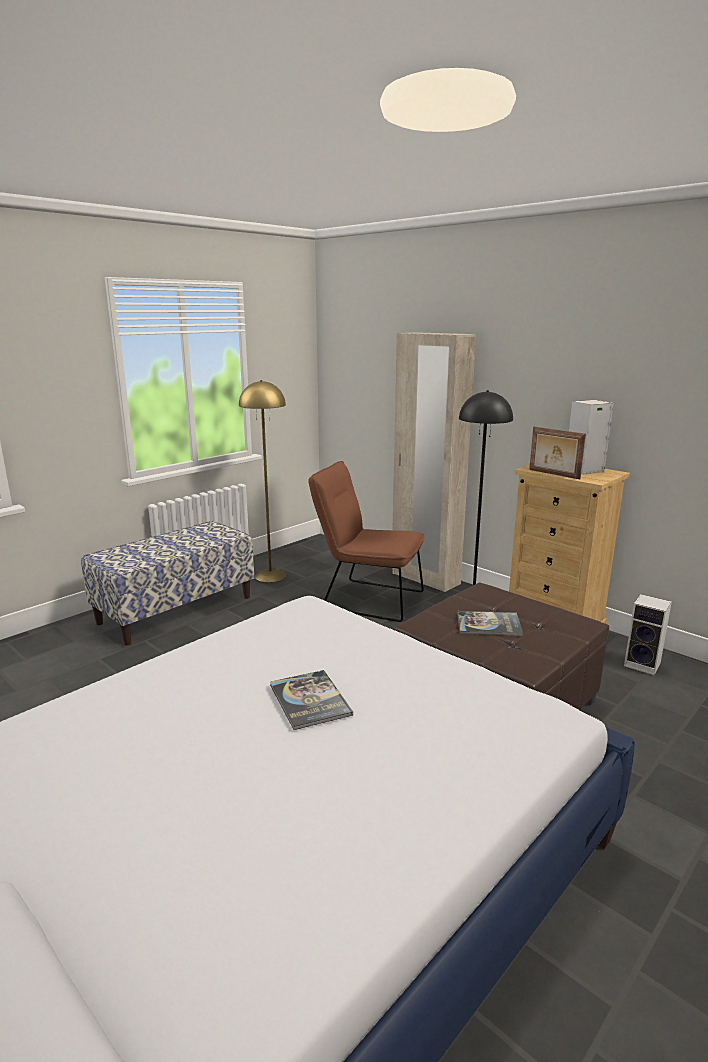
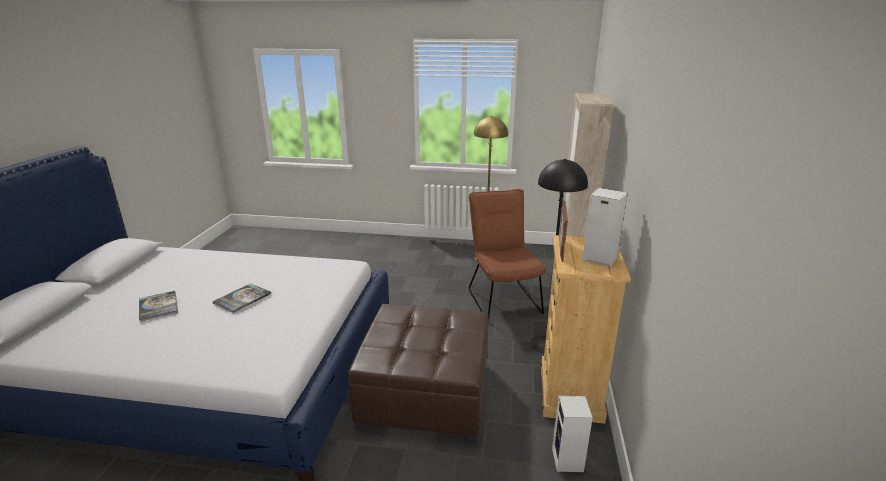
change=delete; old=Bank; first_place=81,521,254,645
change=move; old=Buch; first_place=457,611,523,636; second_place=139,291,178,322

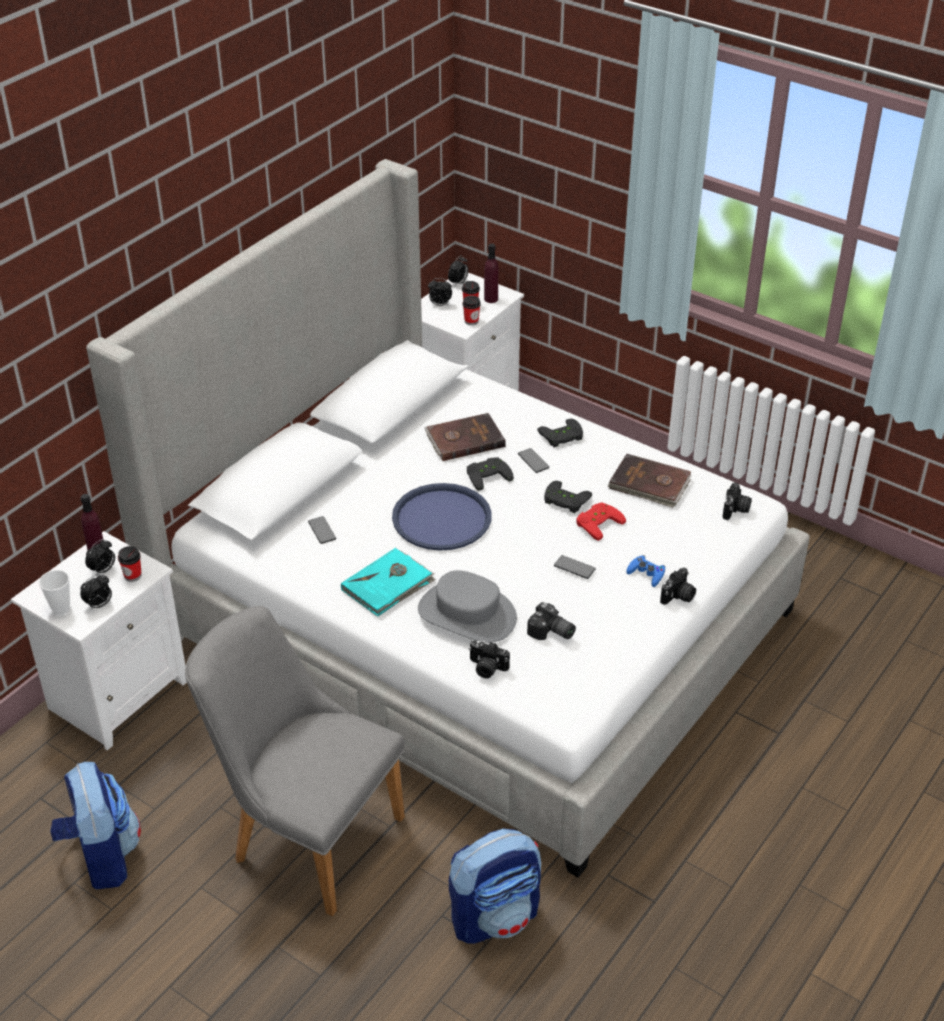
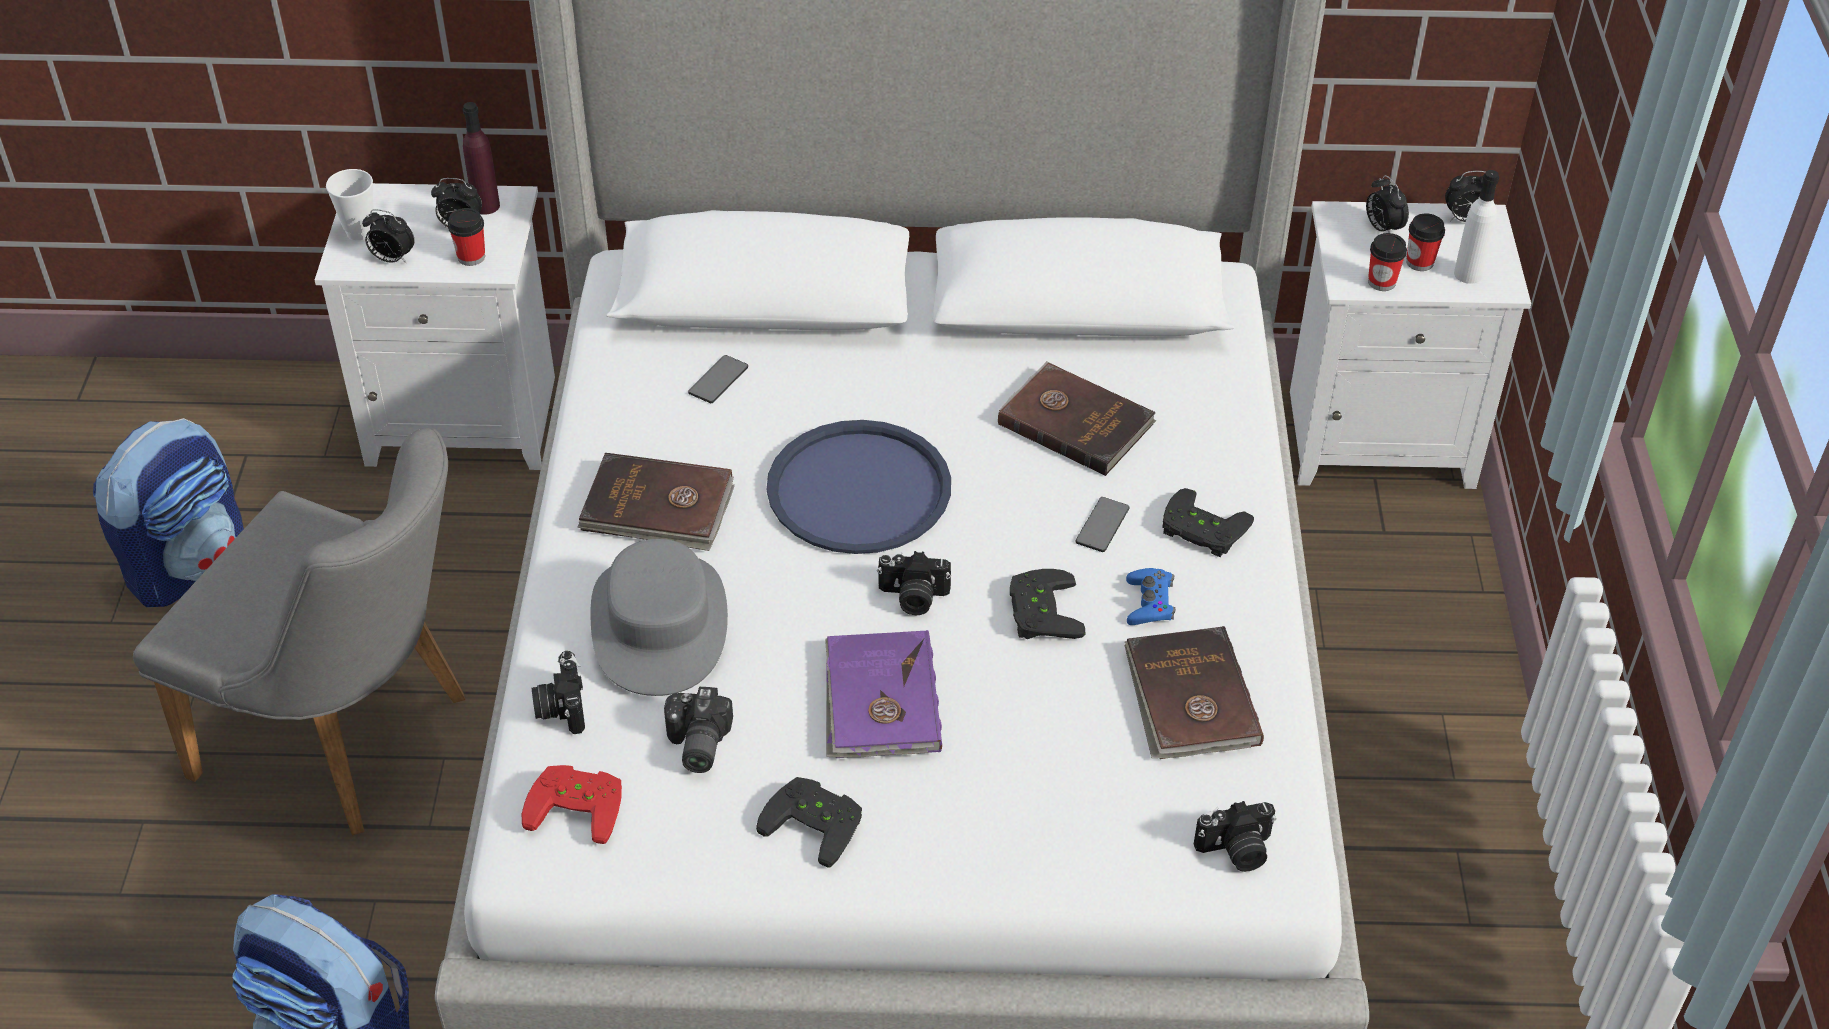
change=move; old=Gamepad/schwarz; first_place=467,457,514,491; second_place=756,777,862,868
change=move; old=Gamepad/rot; first_place=576,502,626,541; second_place=522,765,622,844
change=move; old=Gamepad/blau; first_place=627,555,665,587; second_place=1126,568,1175,625
change=move; old=Kamera; first_place=660,568,696,605; second_place=877,551,951,615
change=replace; old=Handy; new=Buch/lila; first_place=554,555,596,579; second_place=825,630,942,758
change=recolor; old=Buch/türkis; new=Buch/braun; first_place=341,548,436,617; second_place=578,453,735,551
change=recolor; old=Flasche/lila; new=Flasche/weiß; first_place=484,243,498,303; second_place=1454,170,1499,284
change=rotate; old=Stuhl/grau; first_place=185,606,405,916; second_place=133,428,465,835; degrees=120

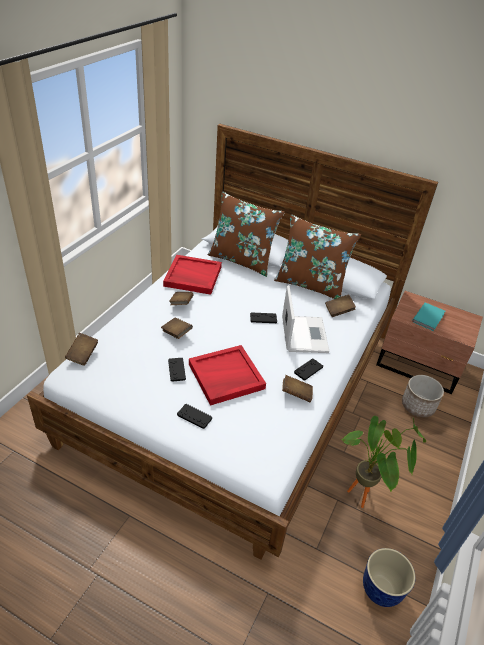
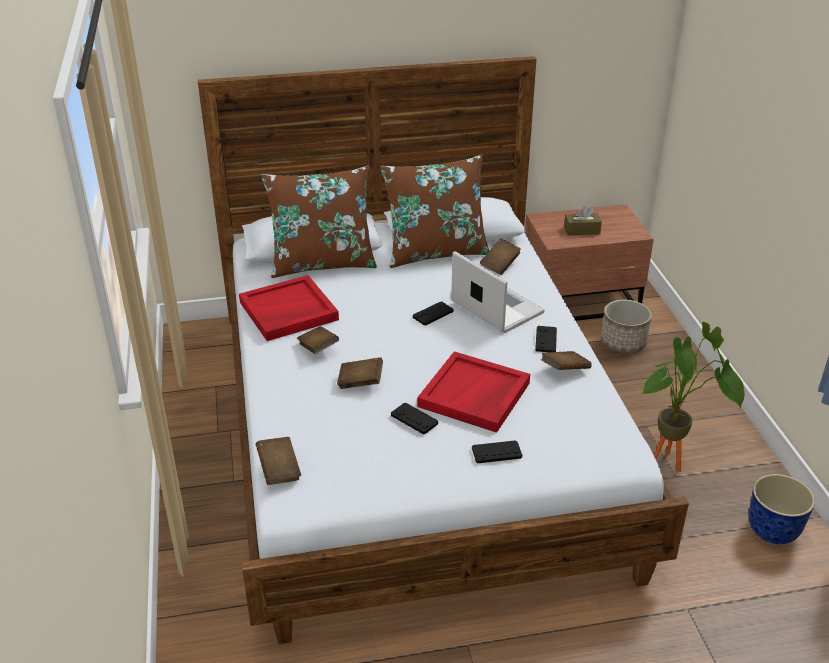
change=replace; old=Buch/türkis; new=Taschentuchbox/braun; first_place=412,303,445,331; second_place=564,206,602,235

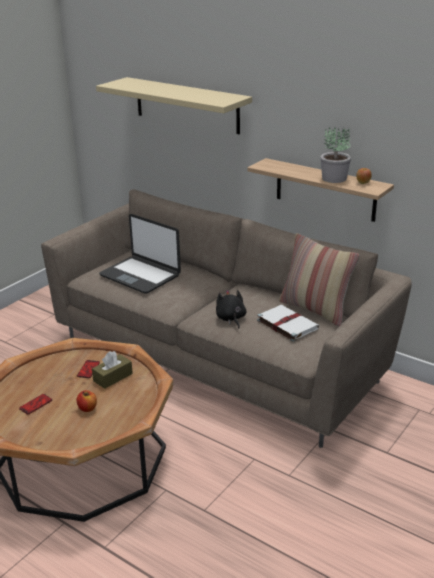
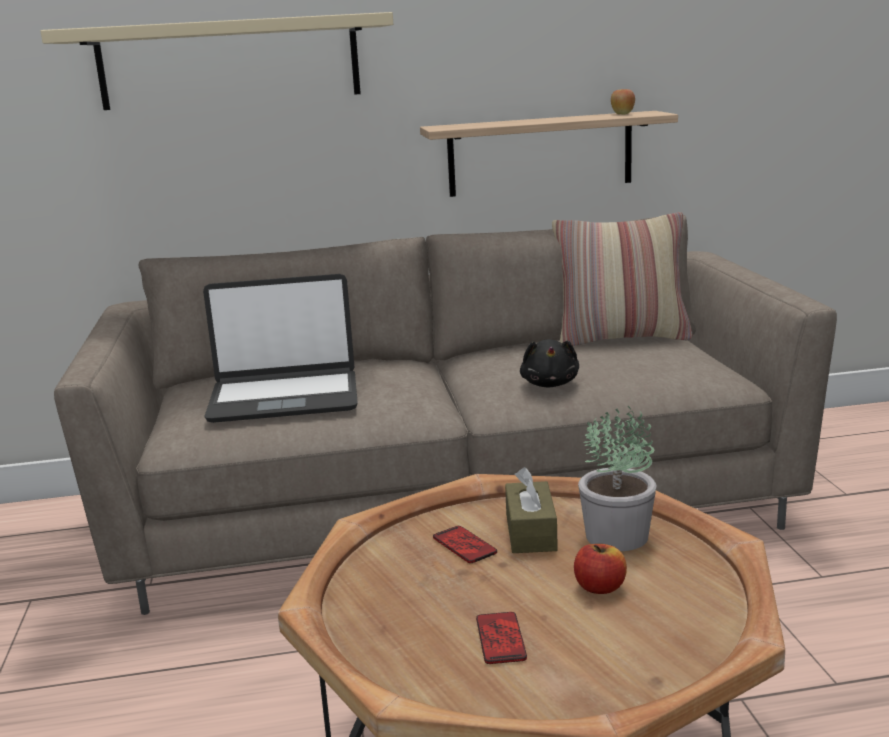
change=delete; old=Buch/weiß; first_place=257,305,319,342
change=move; old=Topfpflanze; first_place=321,127,351,183; second_place=578,406,657,551
change=rotate; old=Plüschtier/schwarz; first_place=216,290,246,329; second_place=520,339,579,387; degrees=-120

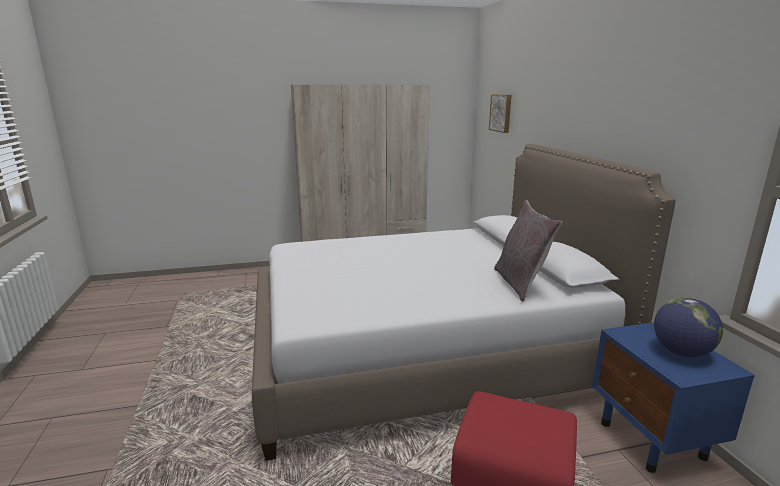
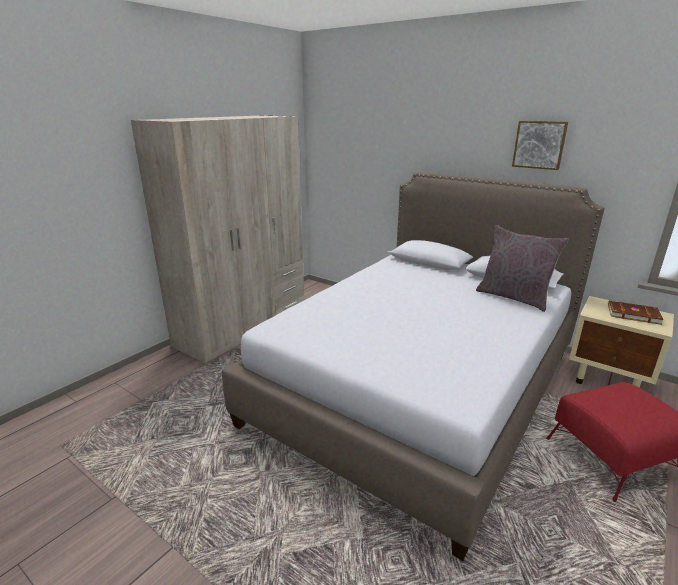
change=move; old=Bild; first_place=489,94,512,133; second_place=512,121,568,170
change=replace; old=Globus; new=Buch/braun; first_place=654,298,723,357; second_place=608,301,664,325
change=recolor; old=Nachttisch/blau; new=Nachttisch/beige; first_place=592,322,755,473; second_place=569,296,674,388

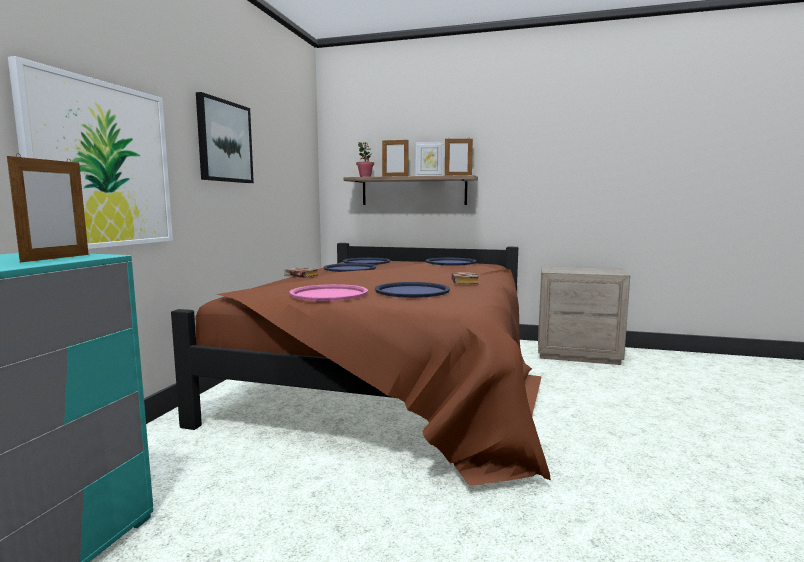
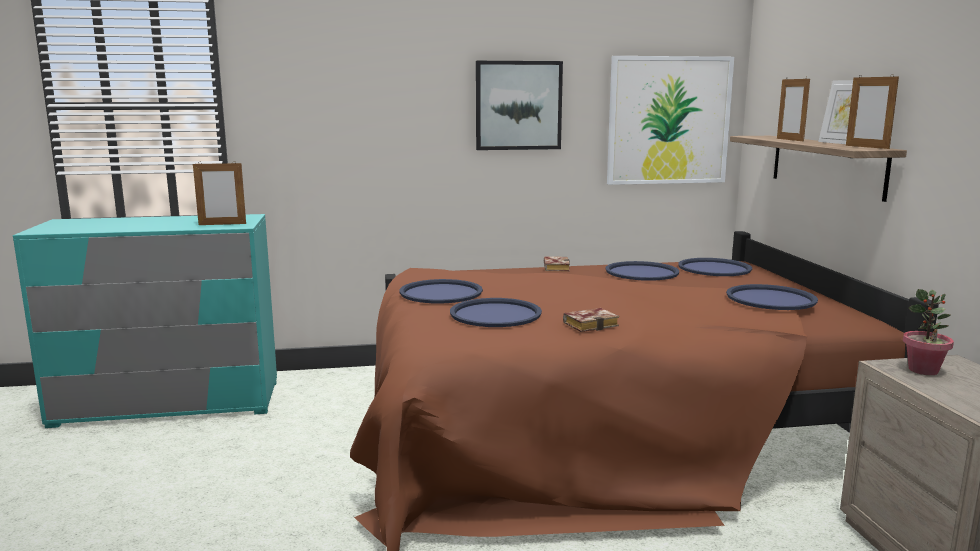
change=move; old=Bild; first_place=8,56,173,249; second_place=607,56,734,185
change=move; old=Topfpflanze; first_place=356,142,374,177; second_place=903,289,954,375
change=recolor; old=Tablett/rosa; new=Tablett/blau; first_place=289,284,368,301; second_place=399,279,483,303

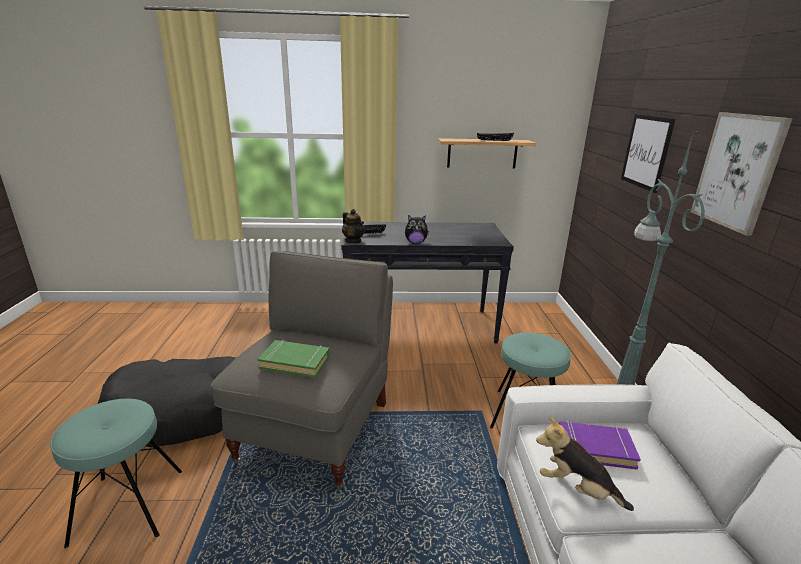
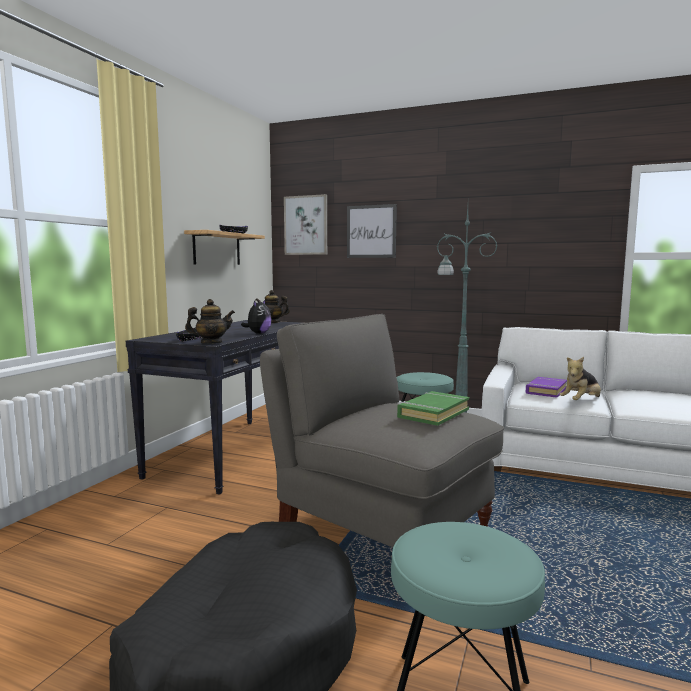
change=insert; new=Teekanne; second_place=256,290,290,323
change=move; old=Bild; first_place=691,112,793,236; second_place=284,194,327,255

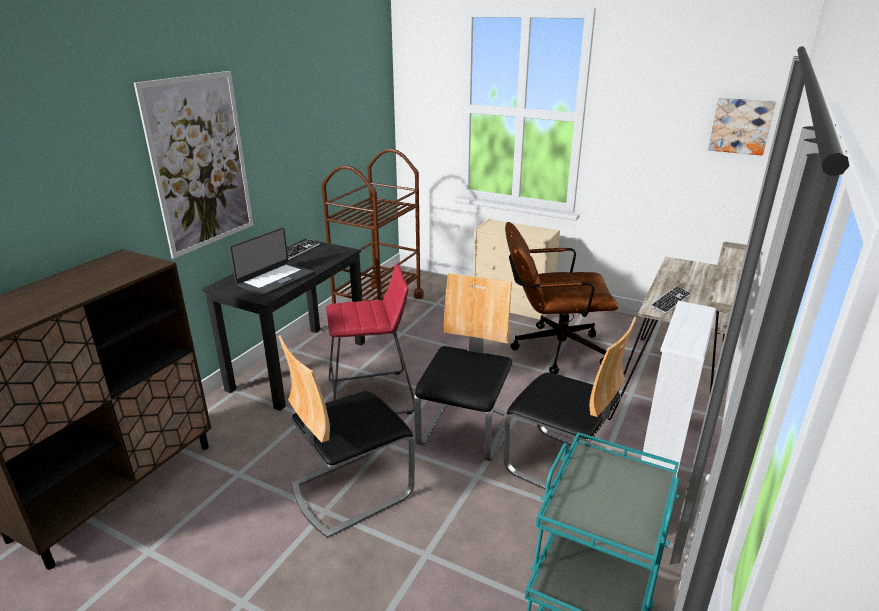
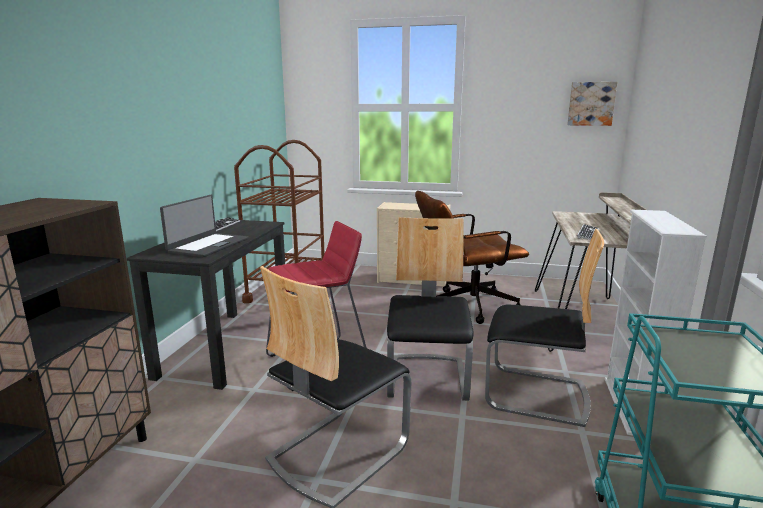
change=delete; old=Bild; first_place=134,71,253,259

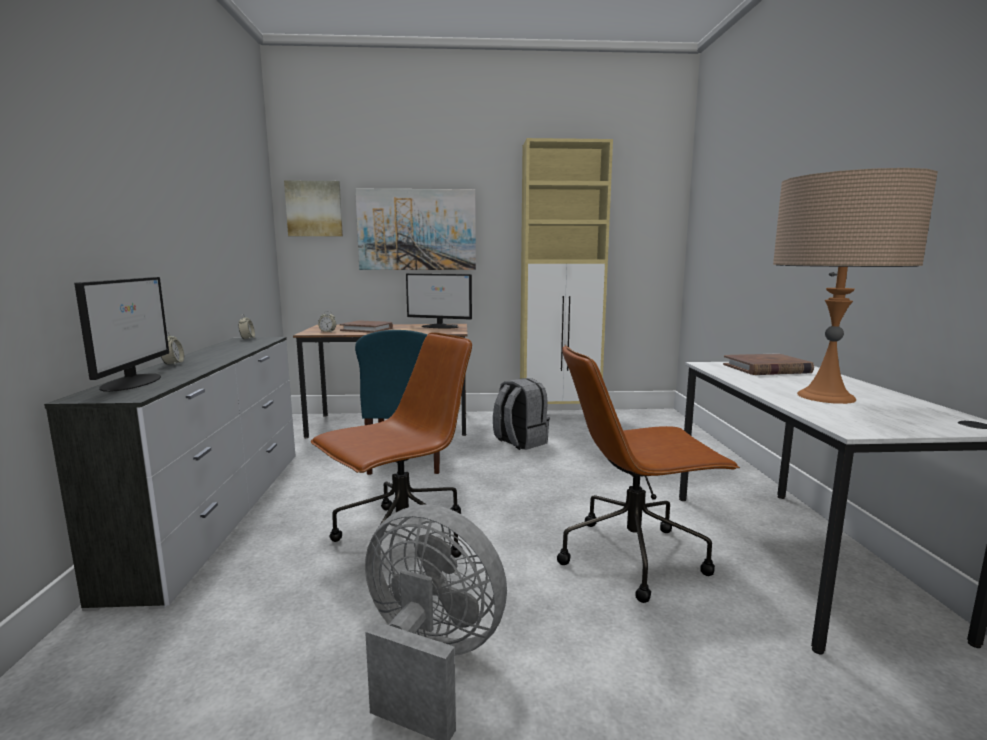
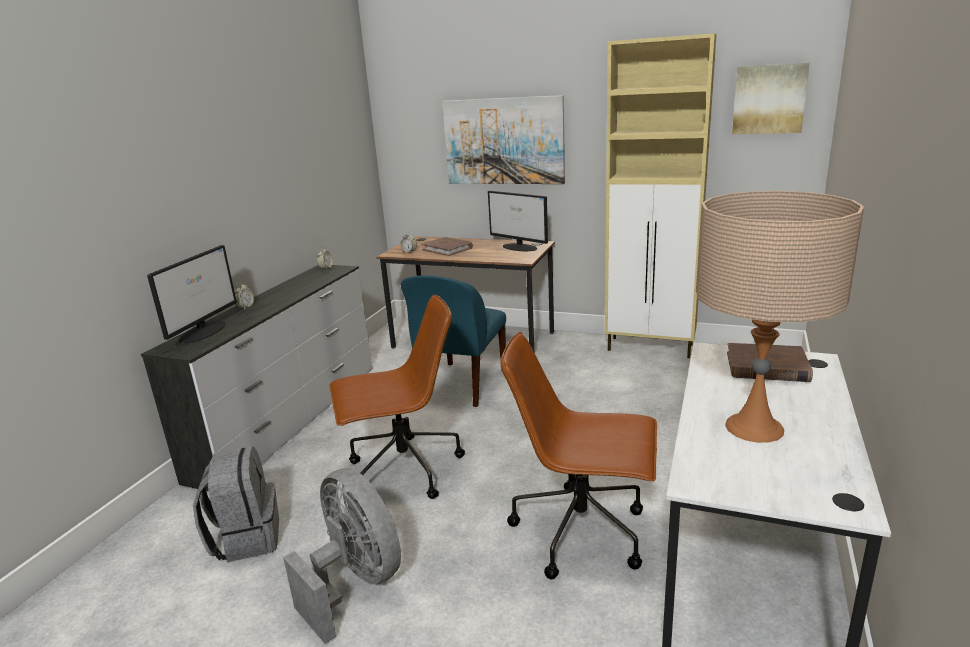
change=move; old=Bild; first_place=284,181,343,236; second_place=732,63,810,134
change=move; old=Rucksack/grau; first_place=493,378,550,450; second_place=193,447,279,562

